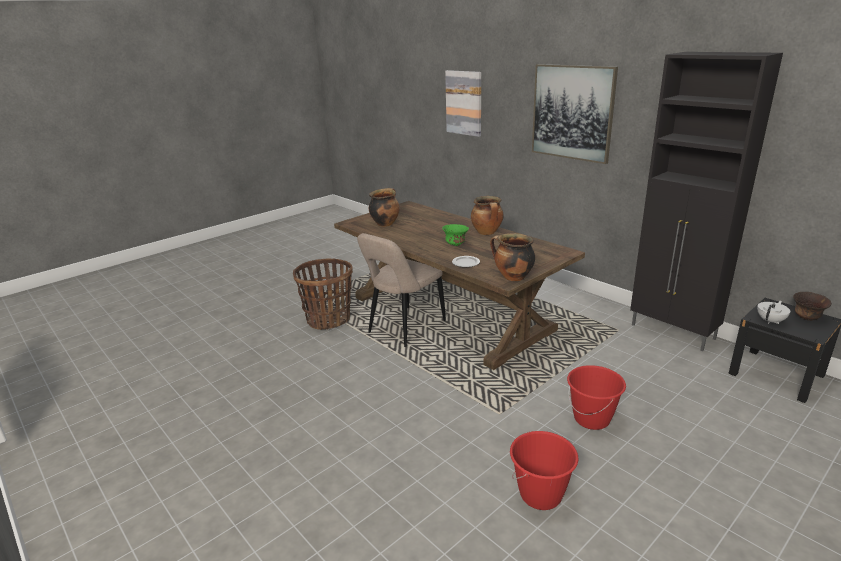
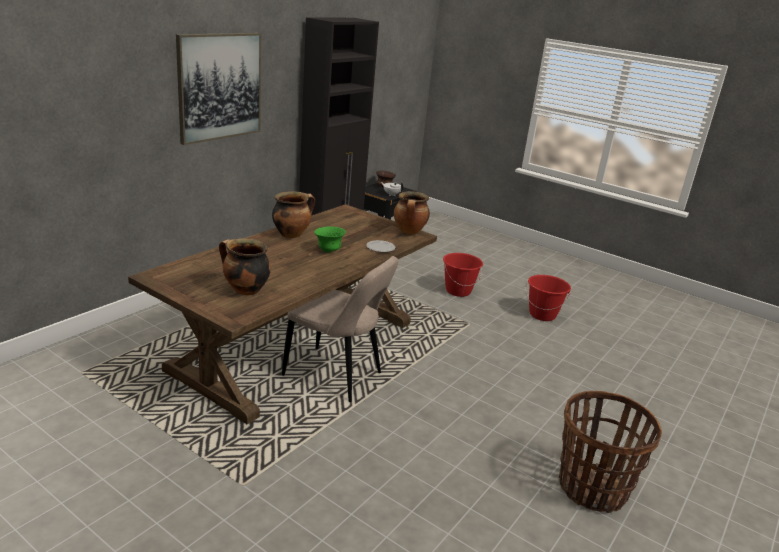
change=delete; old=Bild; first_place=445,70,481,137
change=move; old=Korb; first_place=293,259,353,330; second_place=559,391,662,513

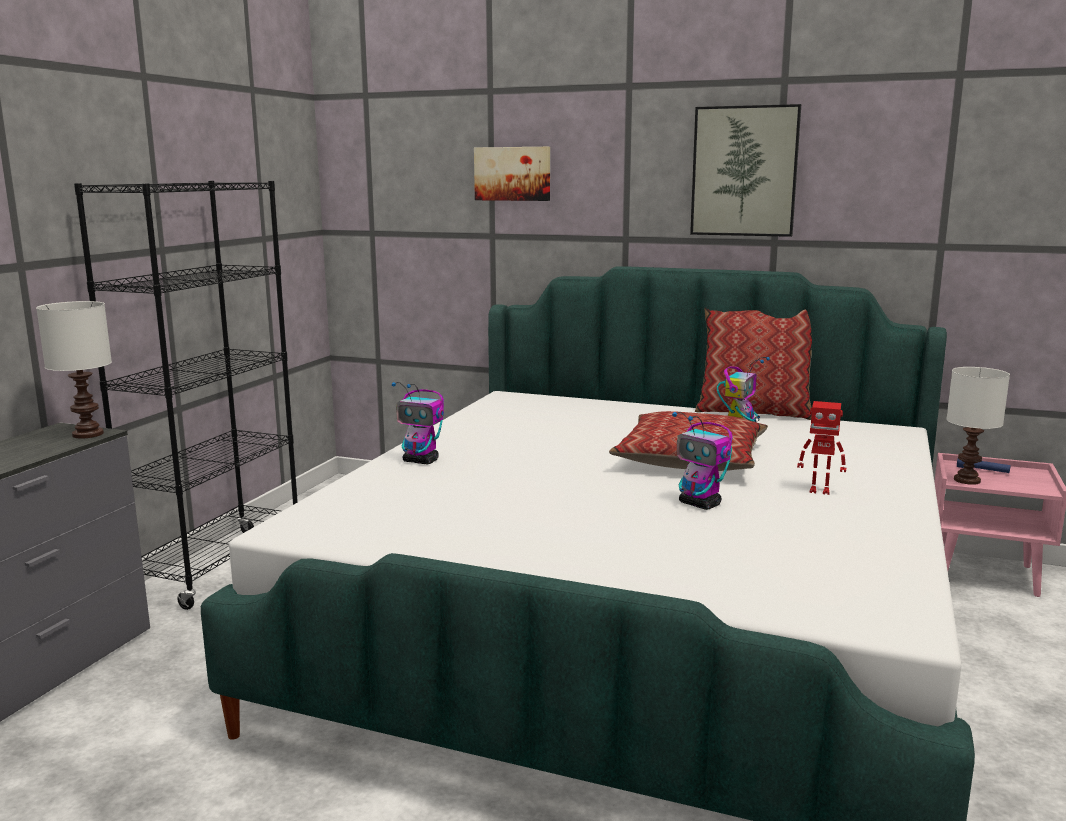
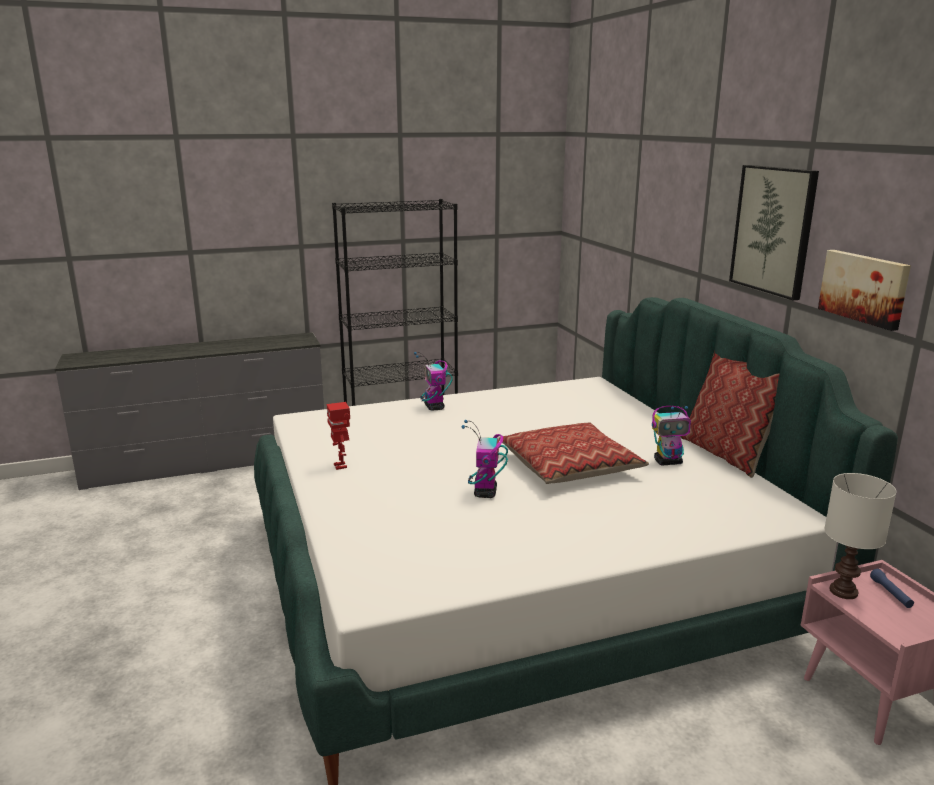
change=delete; old=Tischlampe/weiß; first_place=36,301,112,439
change=move; old=Bild; first_place=474,147,550,201; second_place=818,250,911,331
change=move; old=Spielzeugroboter; first_place=797,401,846,495; second_place=326,402,350,470

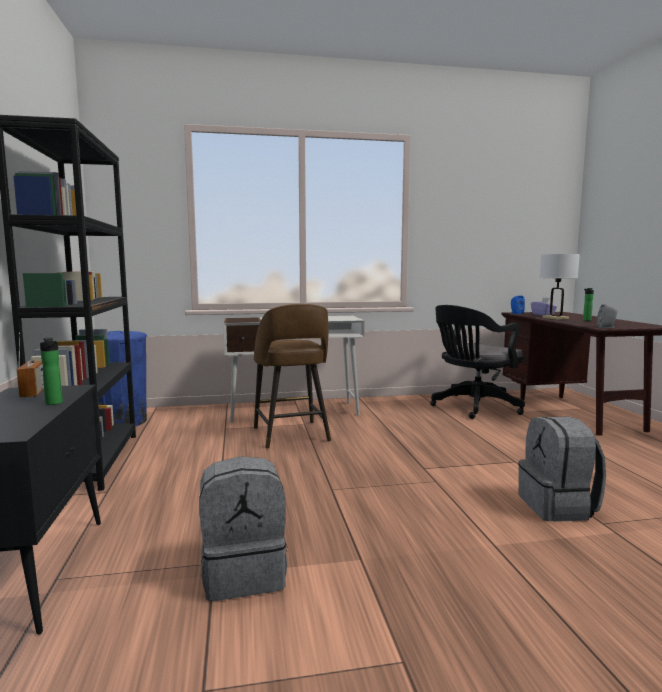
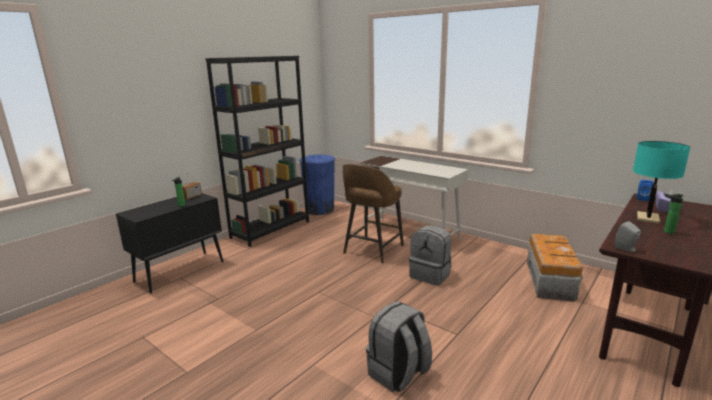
change=move; old=Rucksack/grau; first_place=199,456,288,601; second_place=409,225,452,286
change=replace; old=Bürostuhl/schwarz; new=Aufbewahrungsbox; first_place=430,305,525,419; second_place=527,234,583,301
change=recolor; old=Tischlampe/weiß; new=Tischlampe/türkis; first_place=540,254,580,320; second_place=633,141,690,224

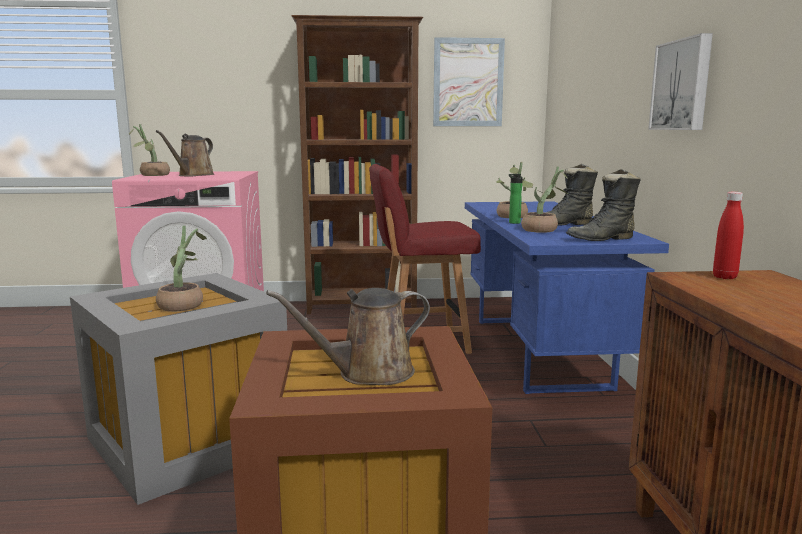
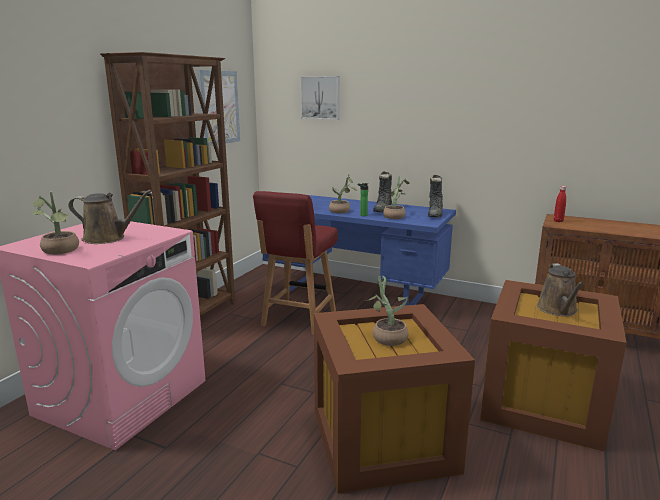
change=move; old=Bild; first_place=648,33,713,130; second_place=300,76,340,120
change=recolor; old=Aufbewahrungsbox/grau; new=Aufbewahrungsbox/braun; first_place=70,273,287,505; second_place=314,304,475,494
change=rotate; old=Gießkanne/braun; first_place=156,130,214,177; second_place=68,190,152,244; degrees=-45

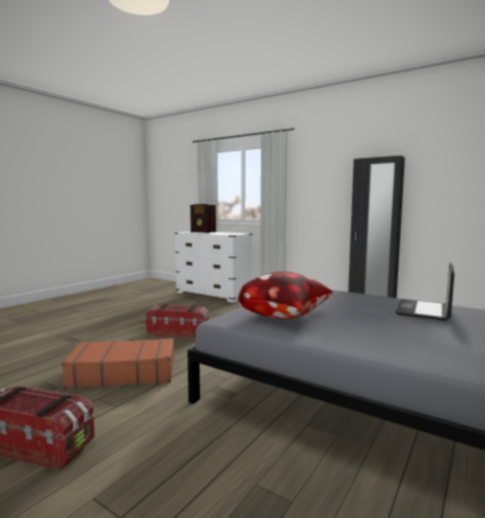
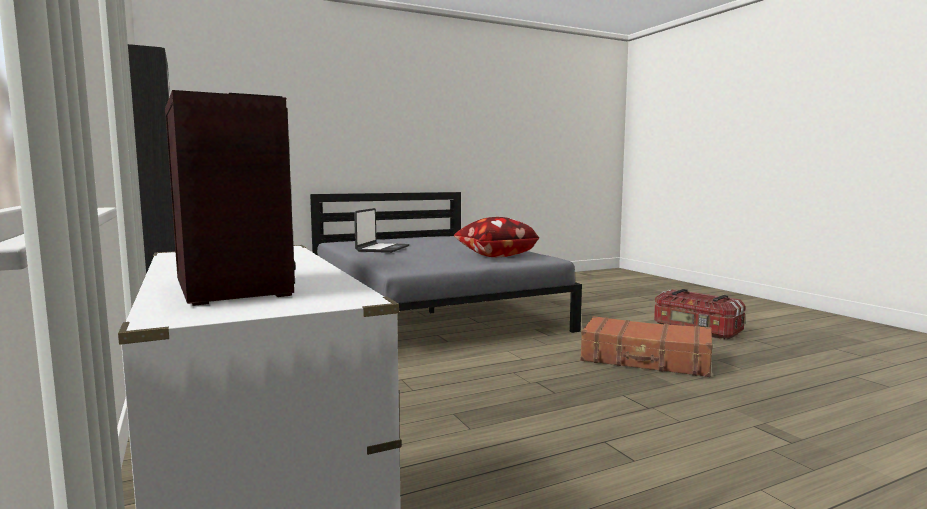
change=delete; old=Aufbewahrungsbox; first_place=146,304,208,338
change=rotate; old=Laptop; first_place=396,263,454,321; second_place=354,208,409,253; degrees=-45

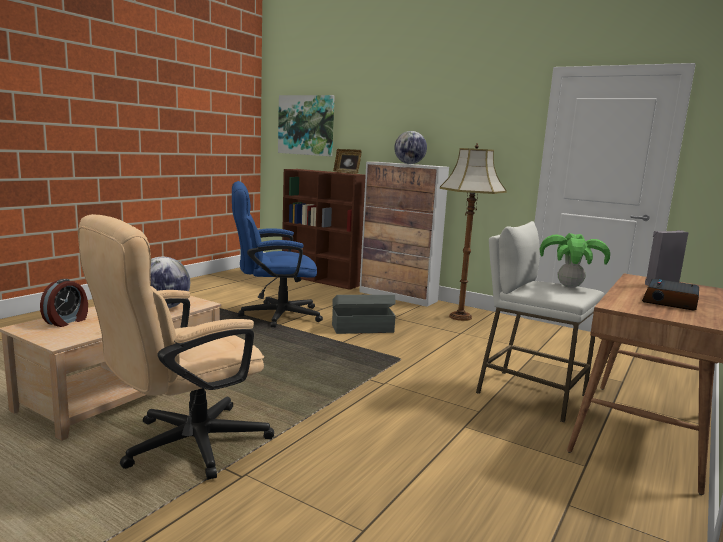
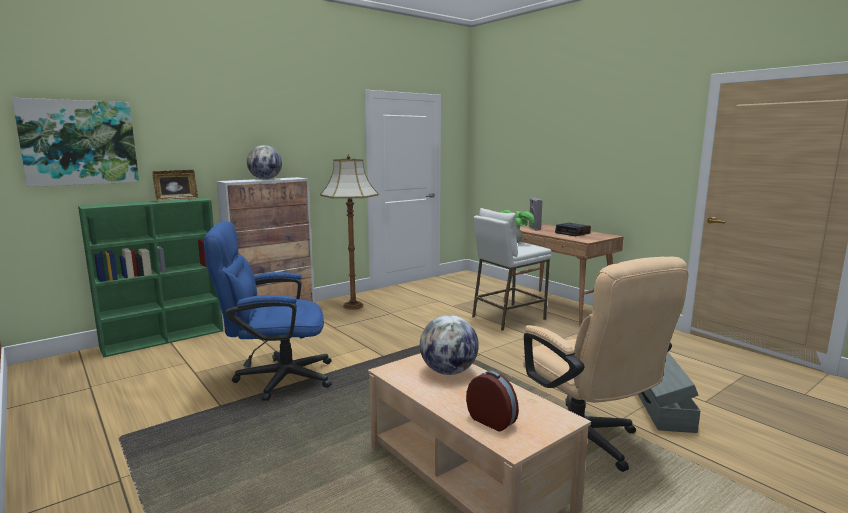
change=move; old=Aufbewahrungsbox/grau; first_place=332,295,396,334; second_place=638,352,701,433
change=recolor; old=Bücherregal/braun; new=Bücherregal/grün; first_place=282,169,366,290; second_place=78,198,223,358
change=rotate; old=Bürostuhl/blau; first_place=232,181,323,327; second_place=204,221,332,401; degrees=75

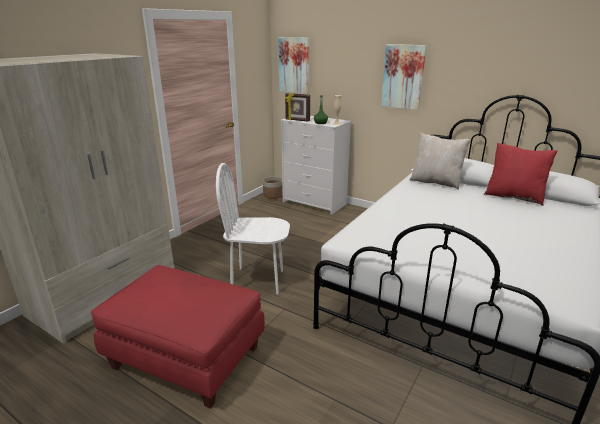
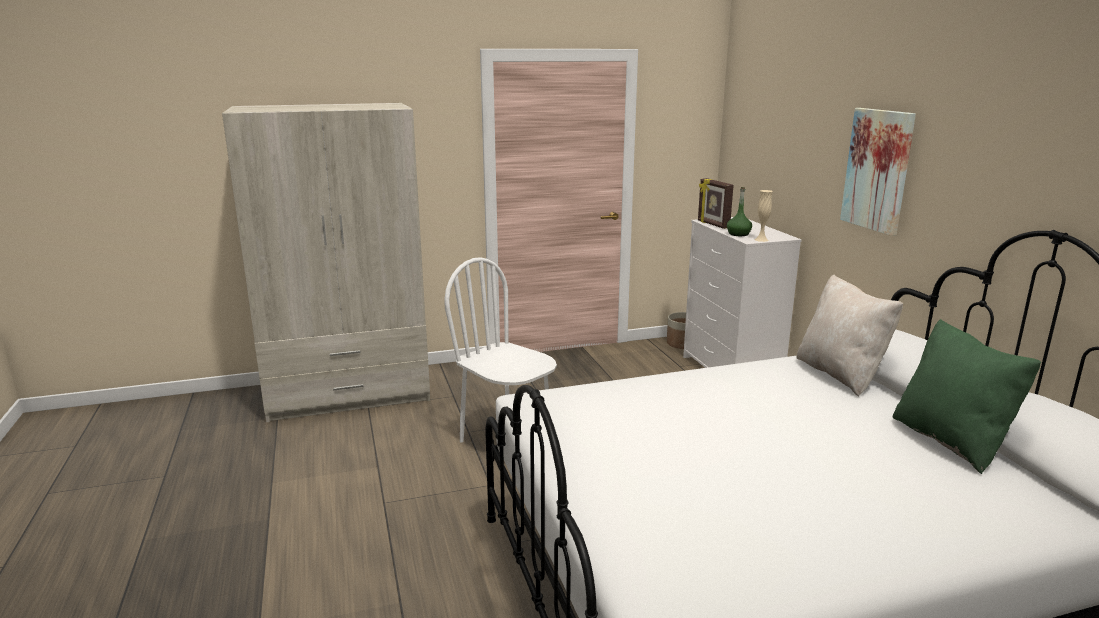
change=delete; old=Polsterhocker/rot; first_place=91,265,265,409
change=delete; old=Bild; first_place=278,37,309,94
change=recolor; old=Kissen/rot; new=Kissen/grün; first_place=484,143,557,206; second_place=893,319,1041,474

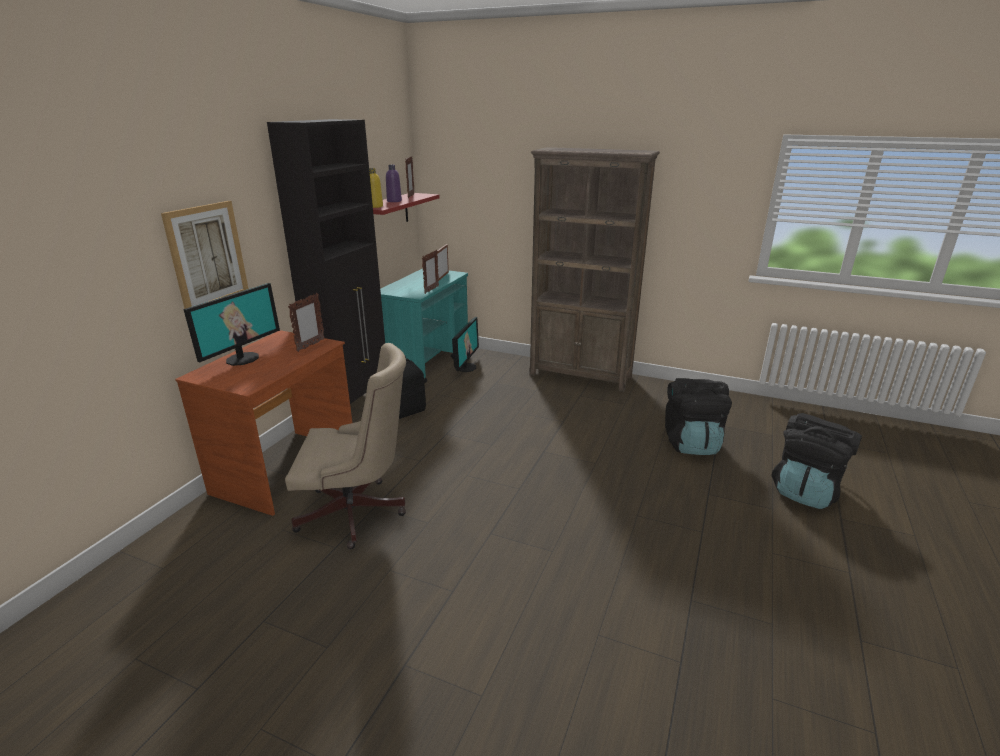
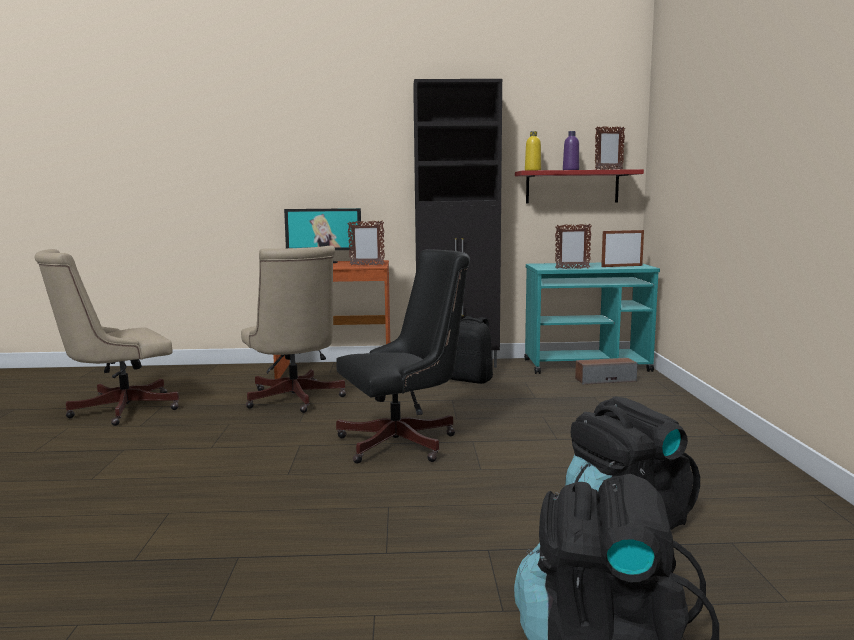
change=delete; old=Bild; first_place=161,201,248,309
change=delete; old=Bücherregal/braun; first_place=529,147,660,392
change=insert; new=Bürostuhl/beige; second_place=34,249,179,426
change=insert; new=Bürostuhl/schwarz; second_place=336,249,470,464
change=replace; old=Monitor; new=Lautsprecher; first_place=452,317,479,372; second_place=575,358,637,385

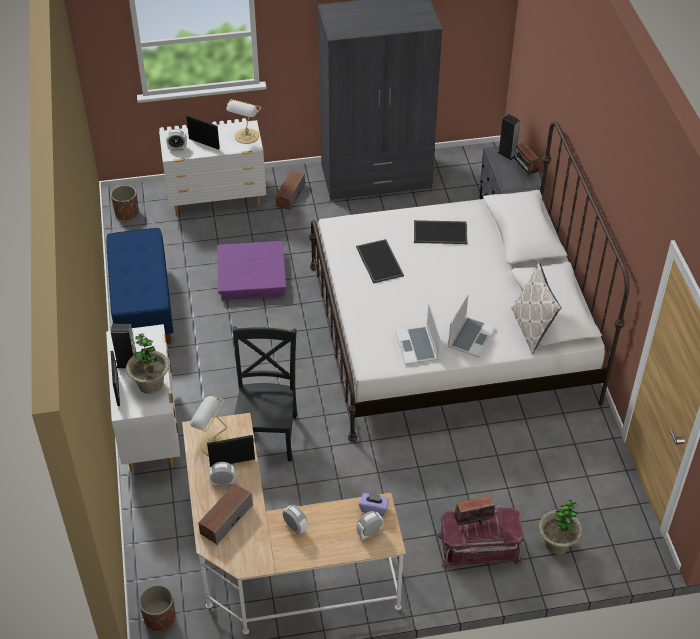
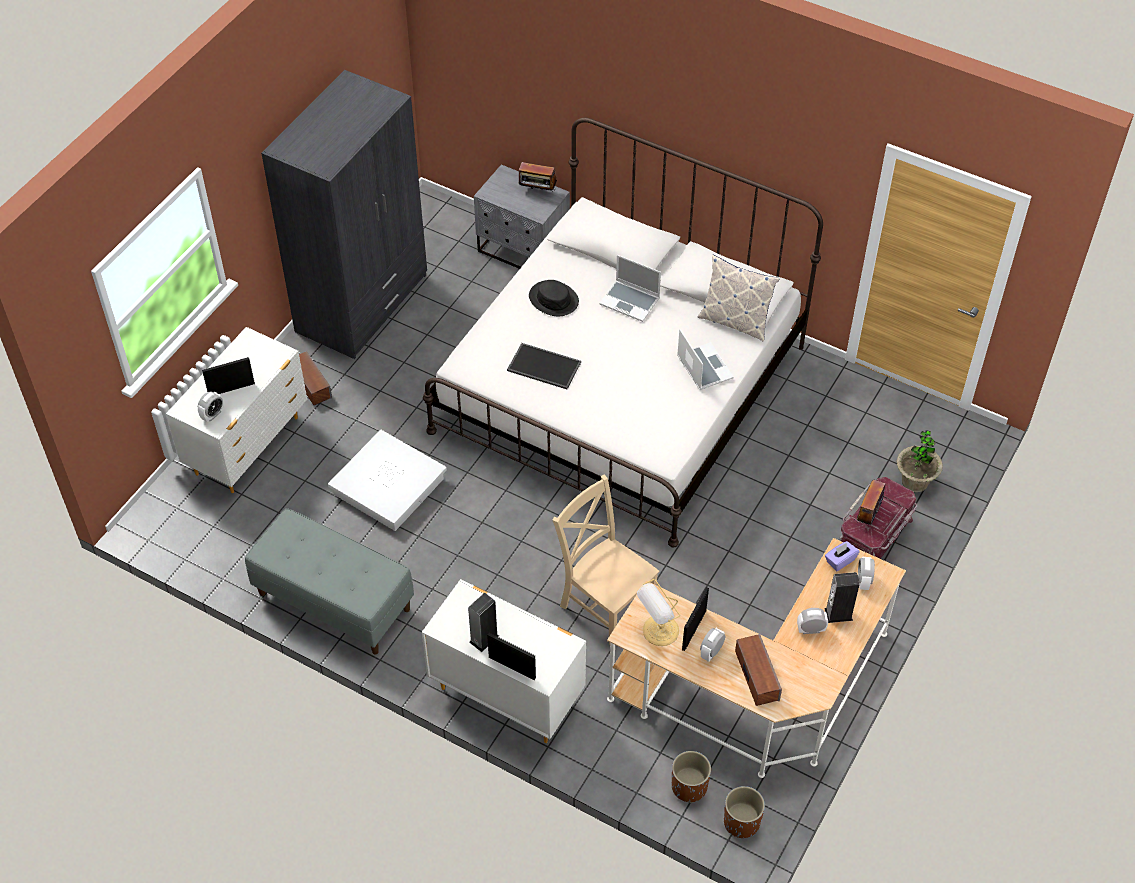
change=delete; old=Topfpflanze; first_place=126,333,169,394
change=delete; old=Tischlampe; first_place=226,99,261,144
change=move; old=Pflanzkübel/braun; first_place=111,185,139,220; second_place=672,751,711,803
change=move; old=Laptop; first_place=395,303,440,365; second_place=599,255,661,322
change=move; old=Lautsprecher; first_place=498,114,521,160; second_place=824,572,859,623
change=replace; old=Tablett; new=Hut/schwarz; first_place=414,220,468,244; second_place=529,280,579,316
change=recolor; old=Bank/blau; new=Bank/grau; first_place=106,228,173,344; second_place=245,508,414,655
change=recolor; old=Aufbewahrungsbox/lila; new=Aufbewahrungsbox/weiß; first_place=217,241,286,300; second_place=328,430,447,531
change=recolor; old=Stuhl/schwarz; new=Stuhl/beige; first_place=232,326,297,461; second_place=553,474,659,645

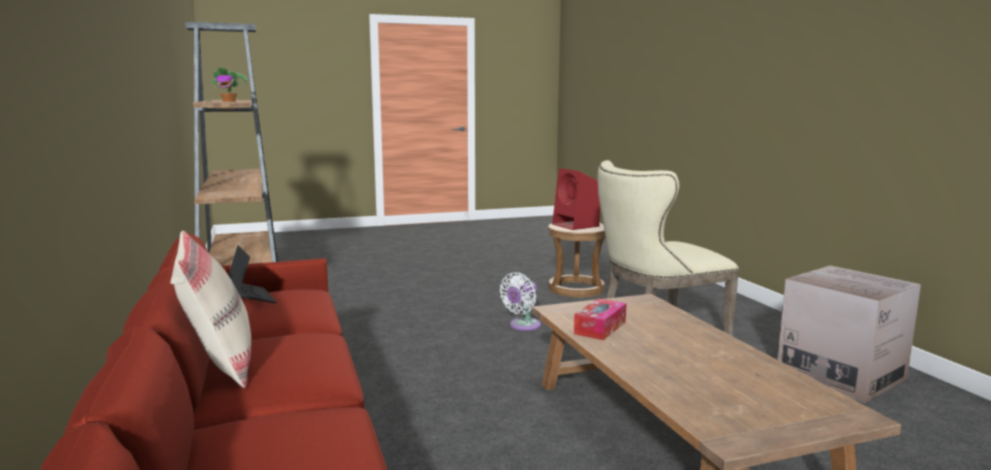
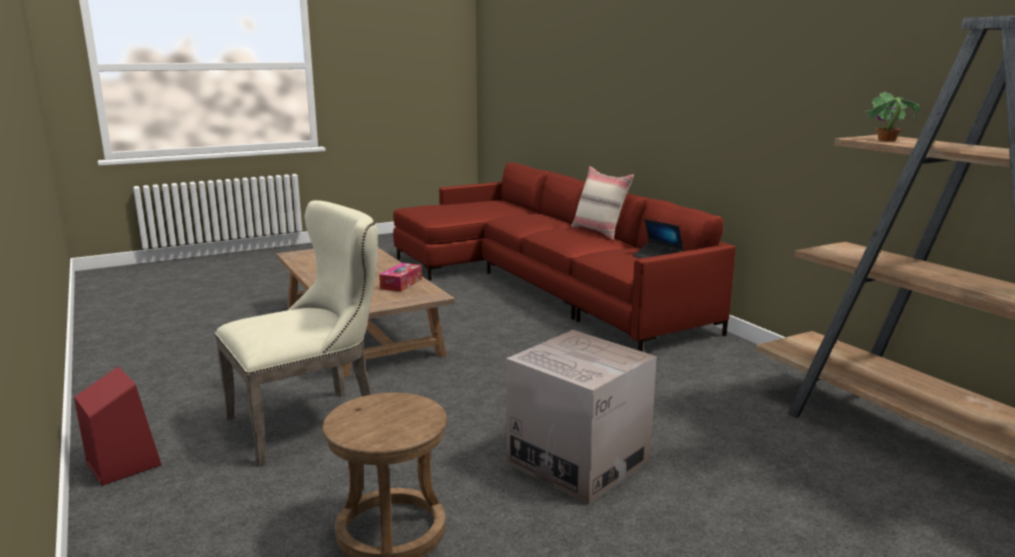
change=delete; old=Ventilator/weiß; first_place=499,272,541,331
change=move; old=Lautsprecher/rot; first_place=552,168,600,230; second_place=74,366,161,486
change=move; old=Karton; first_place=777,265,921,403; second_place=506,330,657,504

